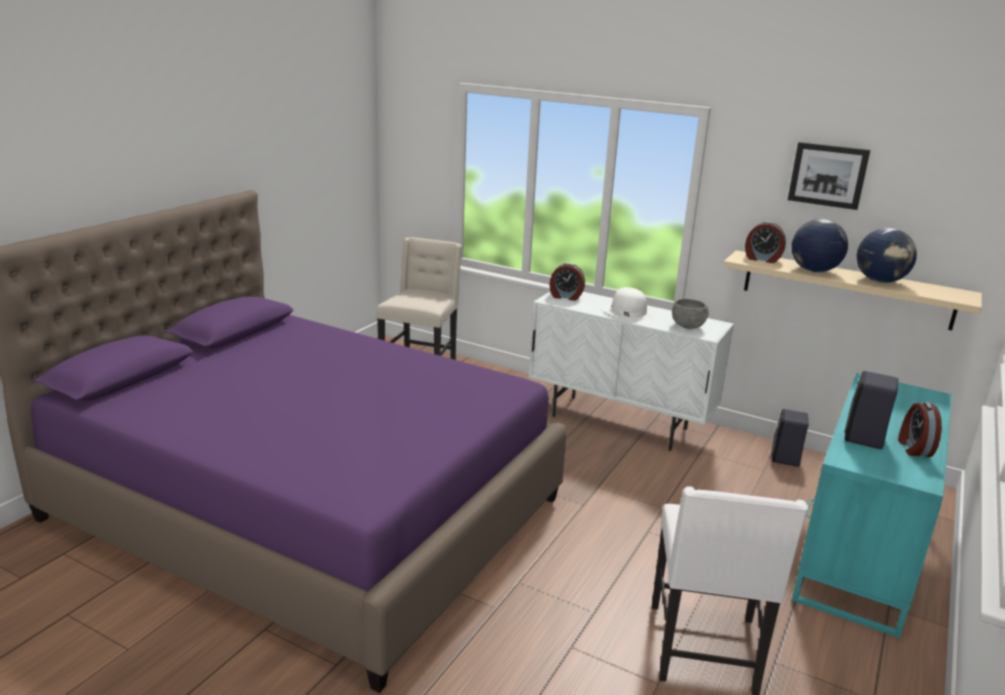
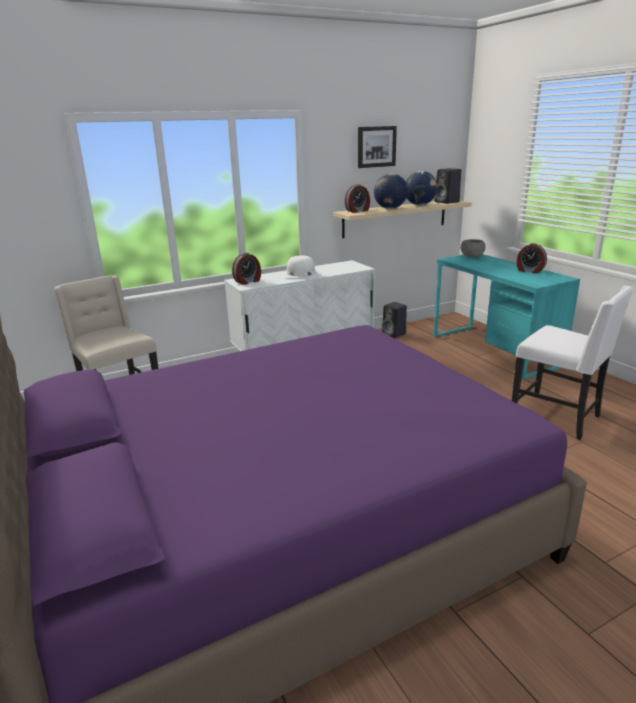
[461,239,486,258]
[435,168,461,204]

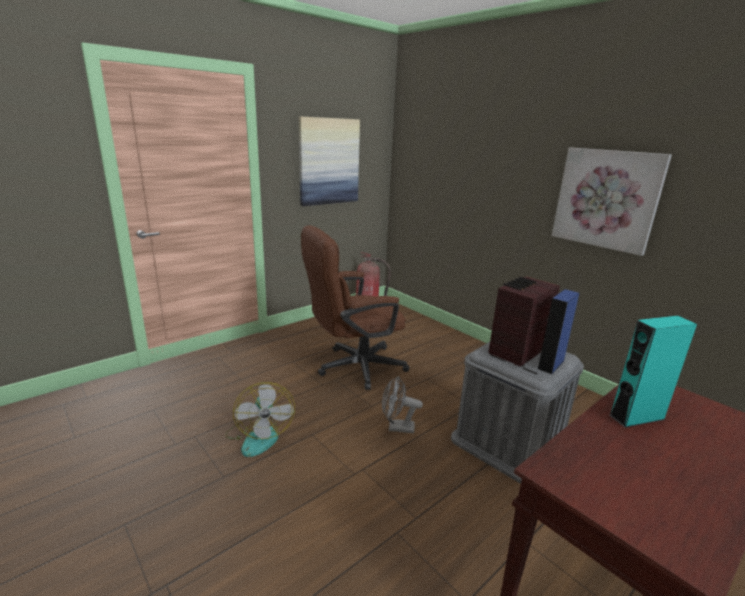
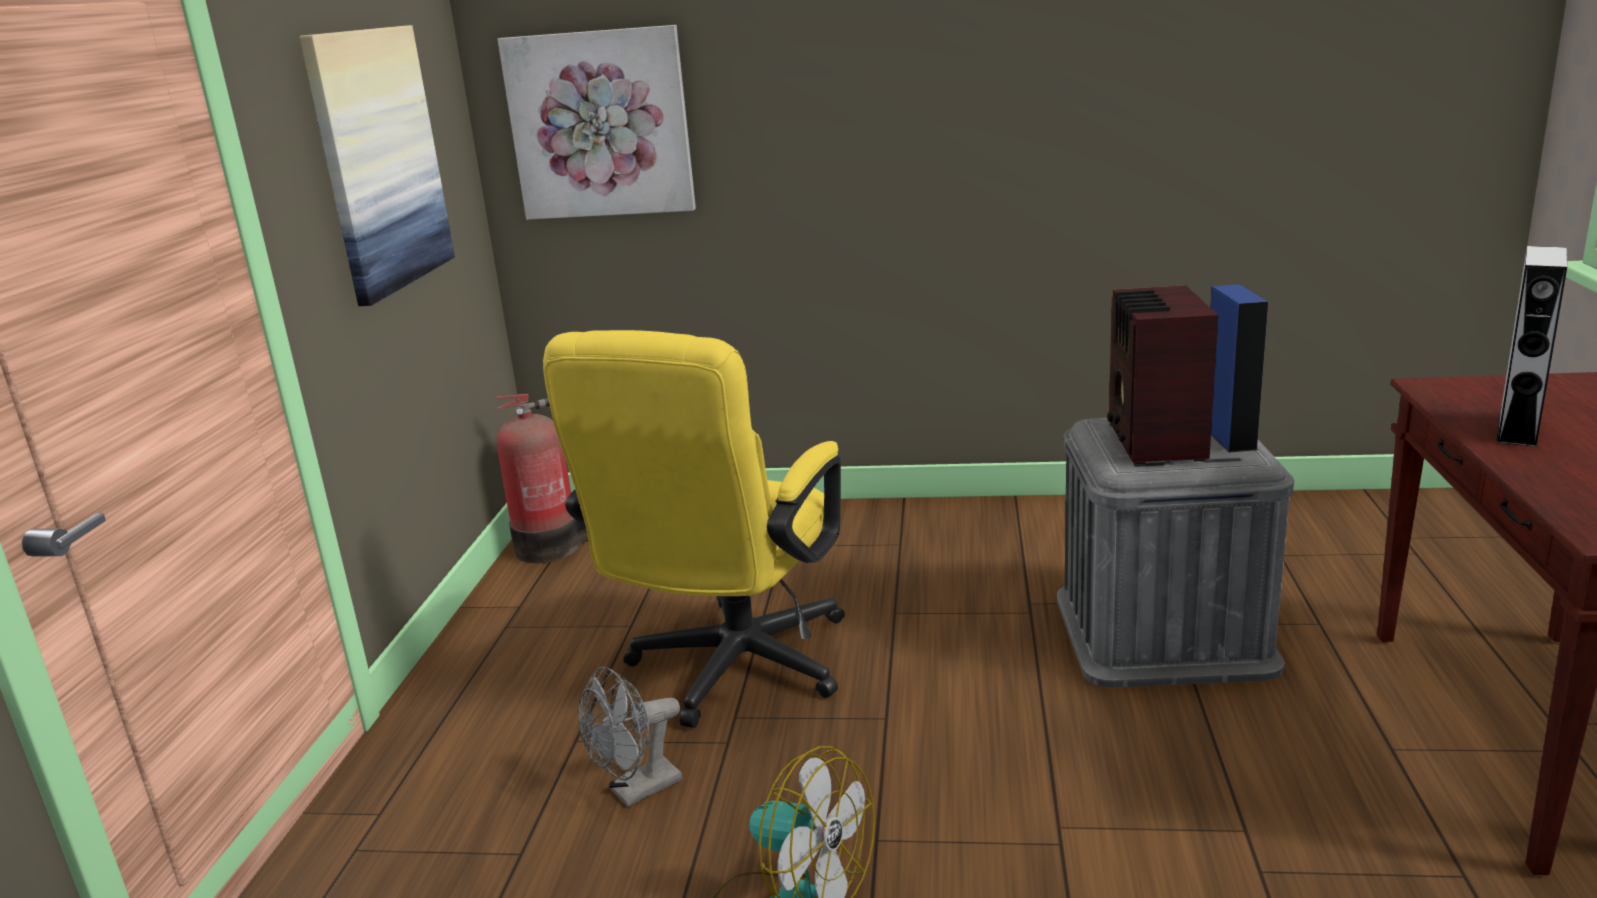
[543,330,845,728]
[578,667,682,807]
[497,25,696,220]
[1496,246,1567,447]

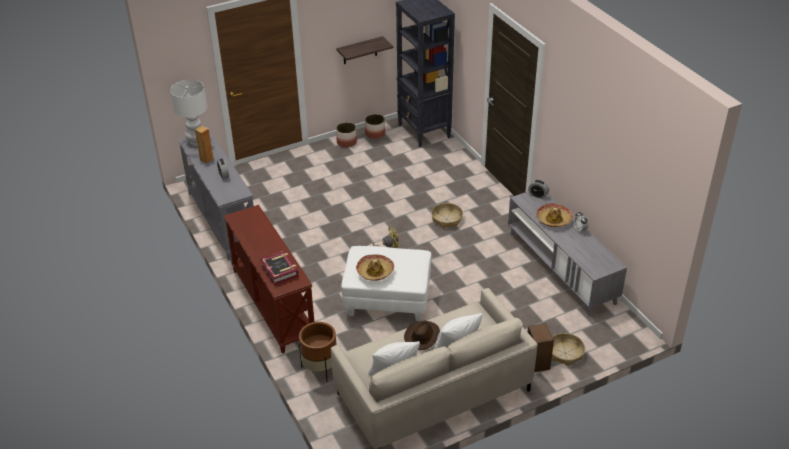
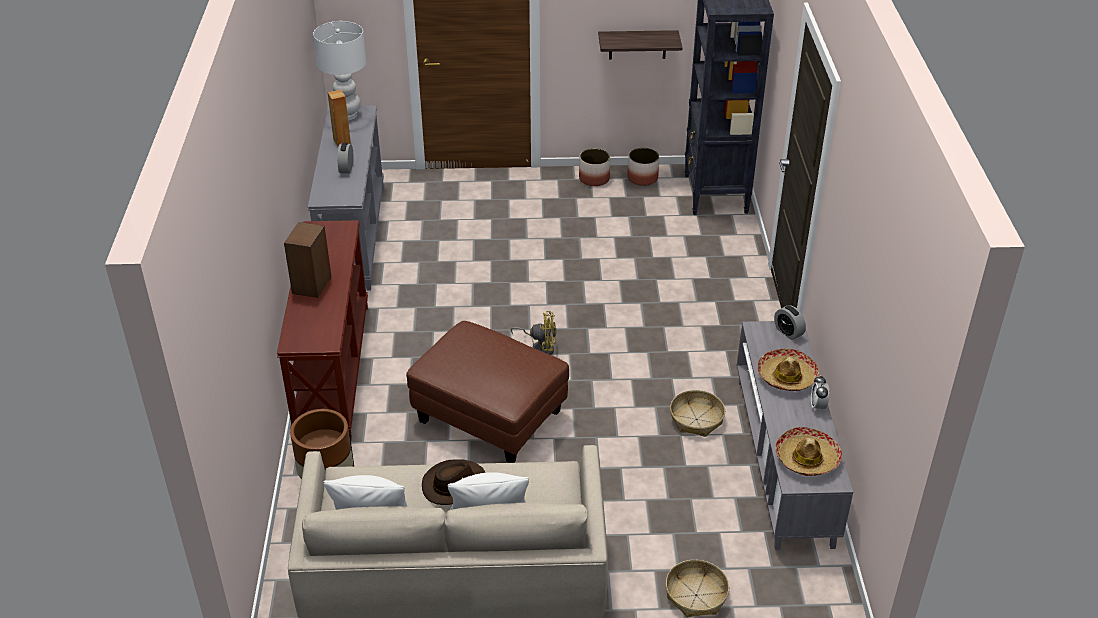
[260,251,299,285] (first image)
[406,321,569,463]
[775,427,842,476]
[670,390,725,437]
[284,222,331,298]

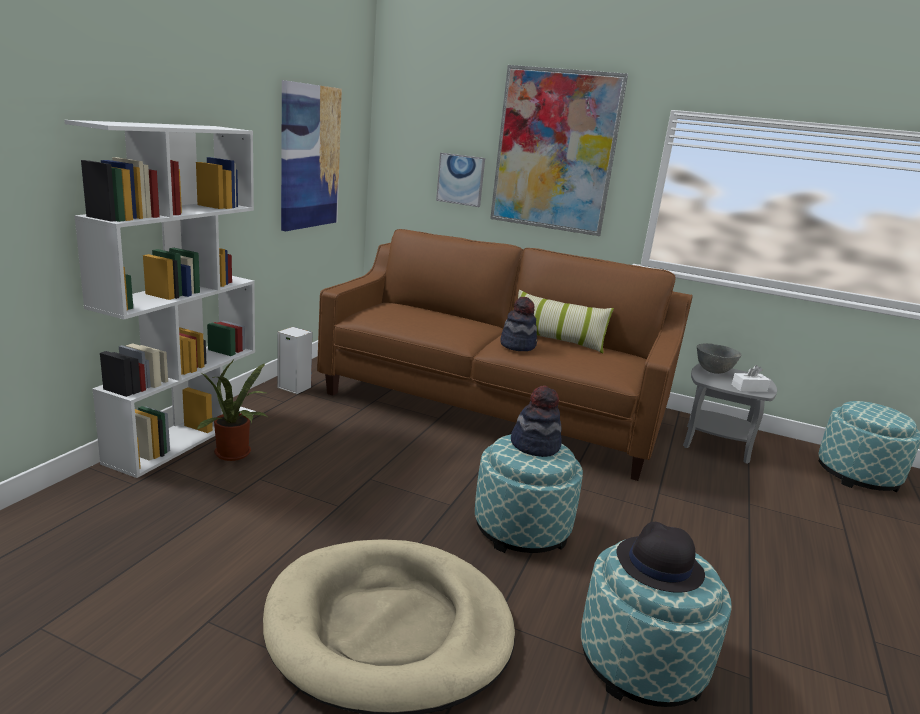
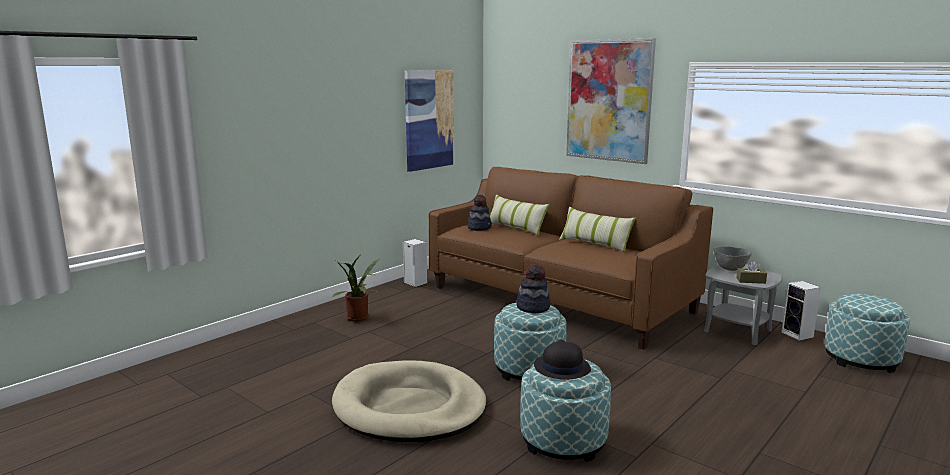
[64,120,256,478] (first image)
[436,153,485,207] (first image)
[467,195,492,231]
[736,261,767,284]
[490,194,550,236]
[781,281,821,341]

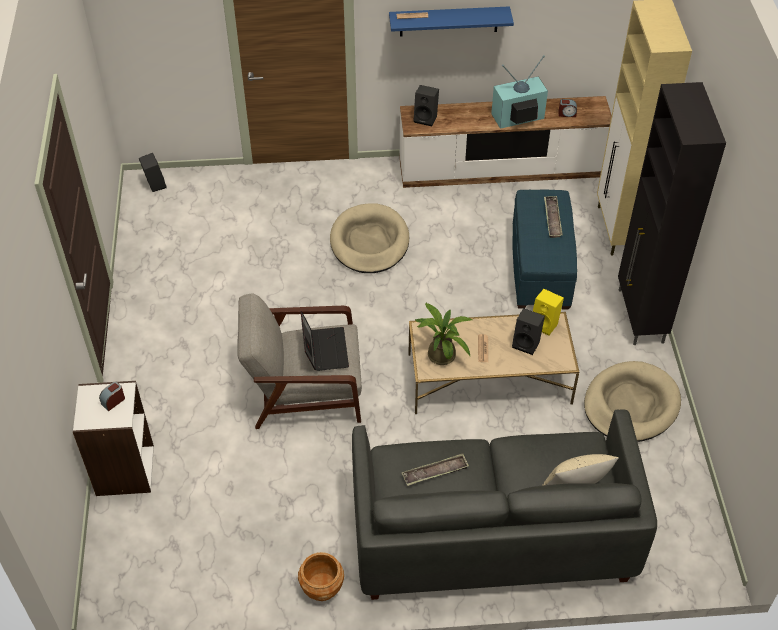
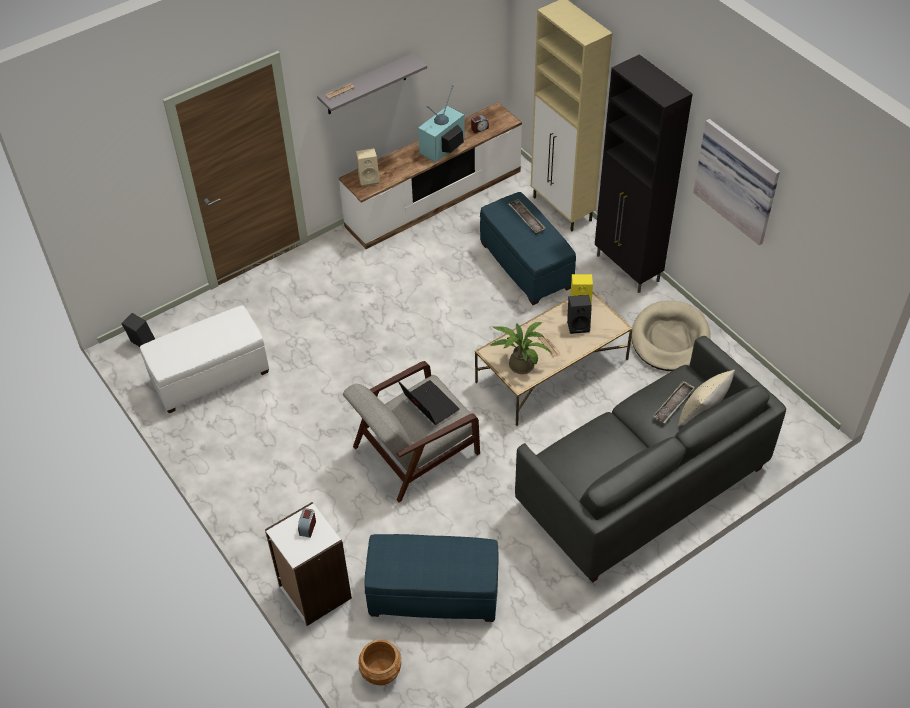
[358,639,401,686]
[330,203,409,273] (first image)
[317,53,427,114]
[653,381,695,424]
[356,148,380,187]
[140,305,269,413]
[364,534,499,622]
[693,119,780,245]

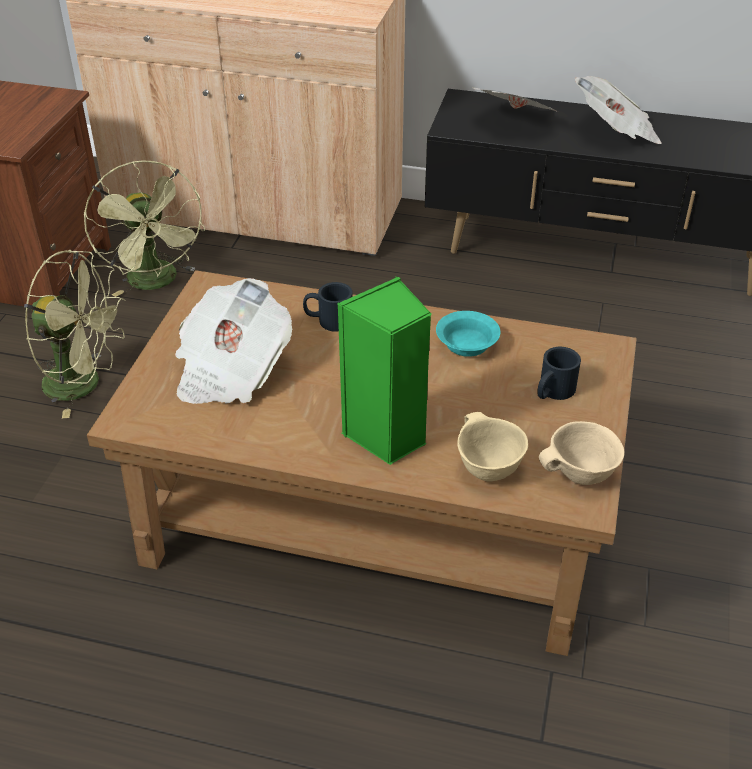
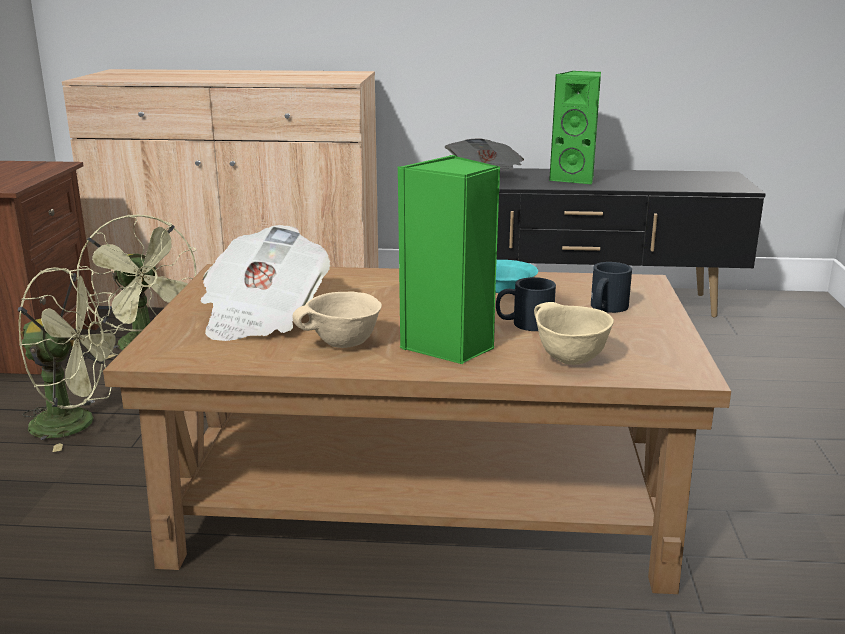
[496,277,556,331]
[292,292,382,348]
[549,71,601,184]

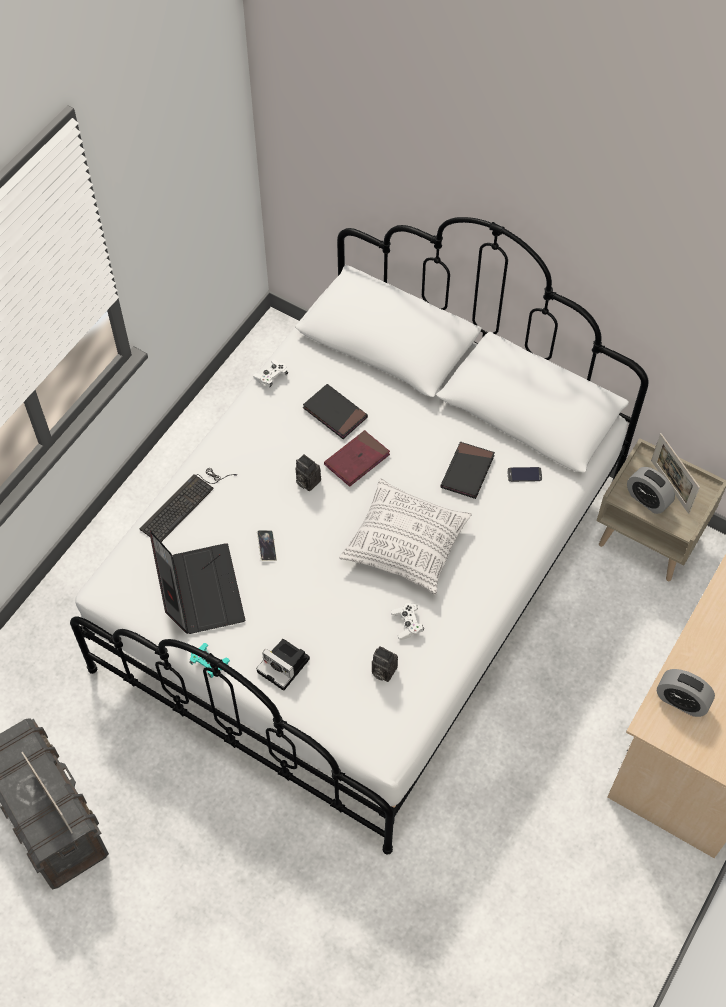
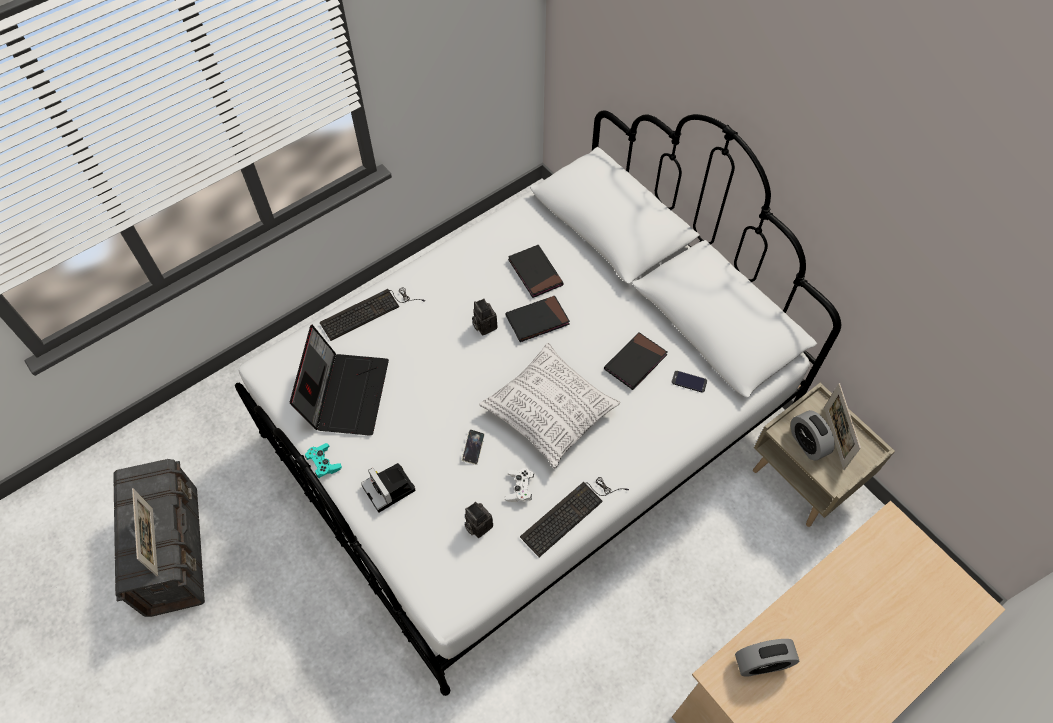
[253,360,288,388] (first image)
[462,429,485,465]
[506,296,570,342]
[735,639,799,676]
[520,477,629,557]

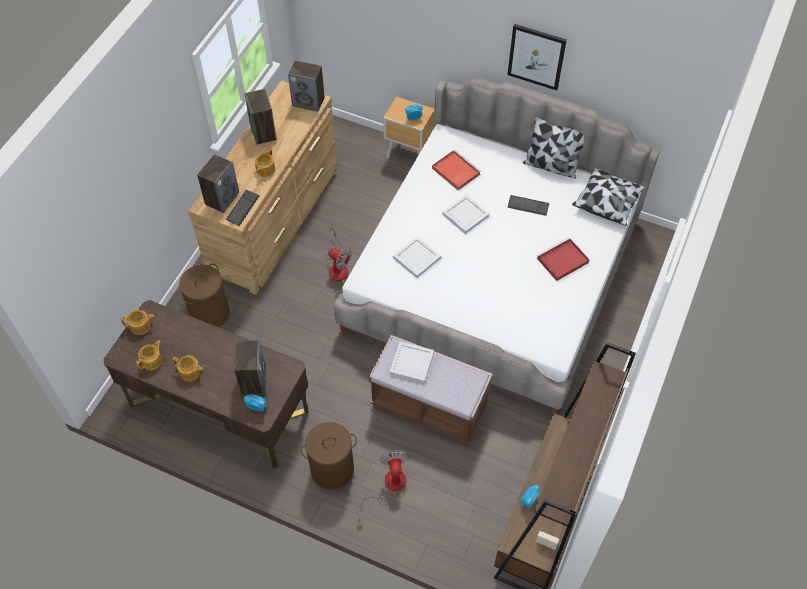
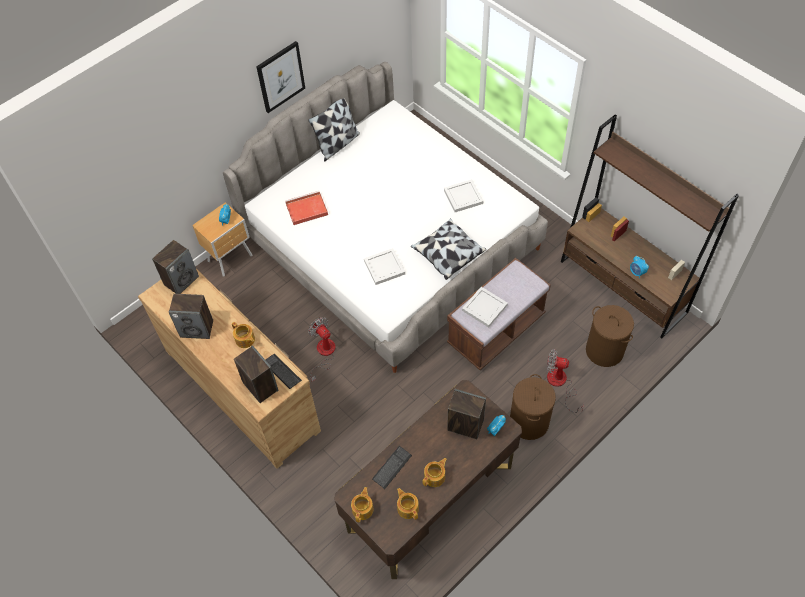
[586,305,634,367]
[308,317,336,382]
[444,179,483,212]
[372,446,412,489]
[537,237,589,281] (first image)
[411,218,486,280]

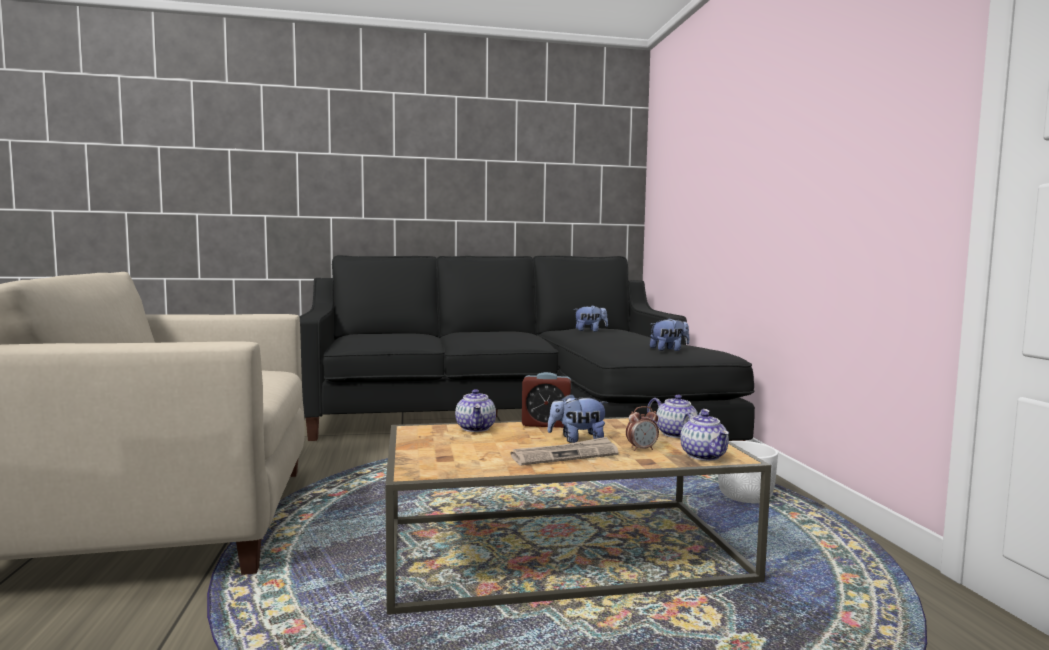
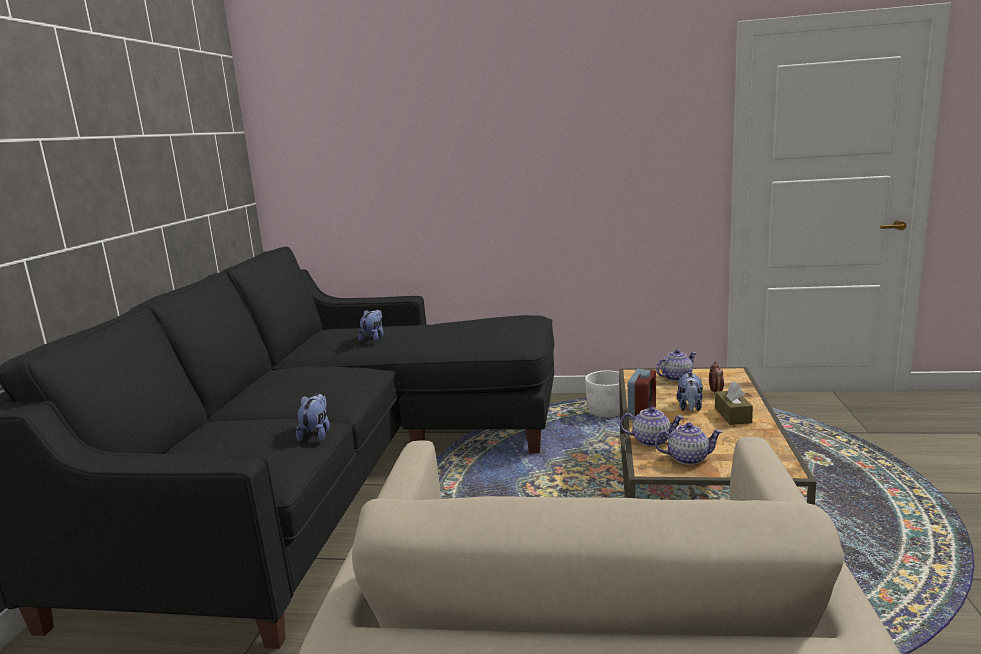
[715,381,753,425]
[296,393,330,442]
[655,422,723,465]

